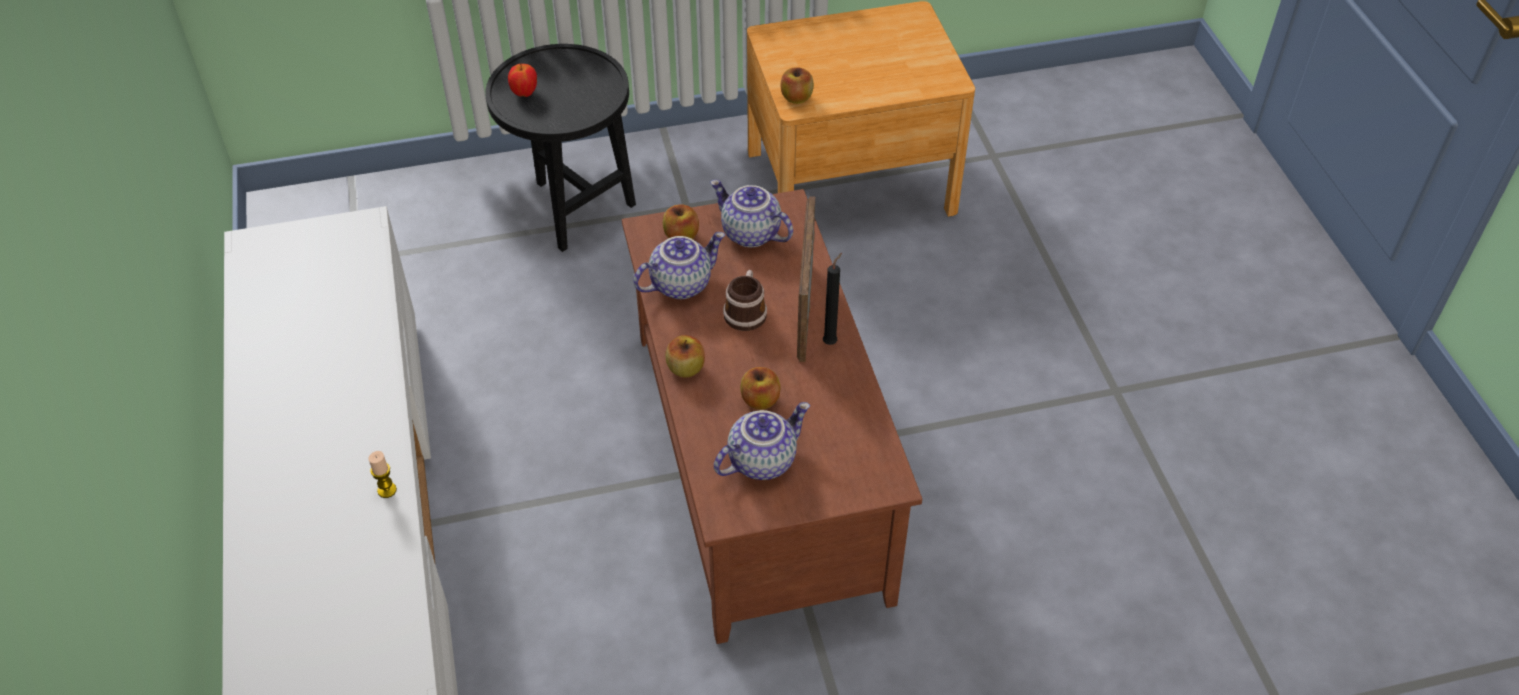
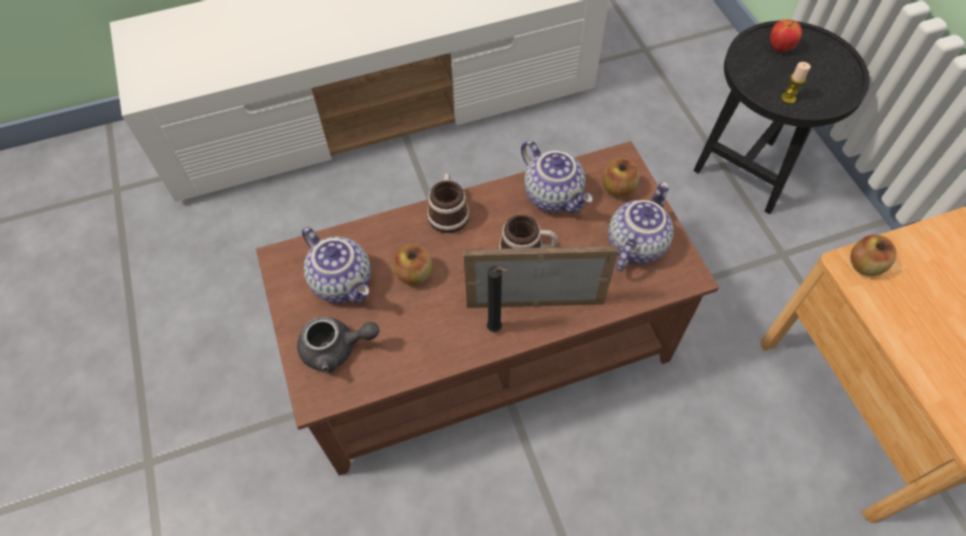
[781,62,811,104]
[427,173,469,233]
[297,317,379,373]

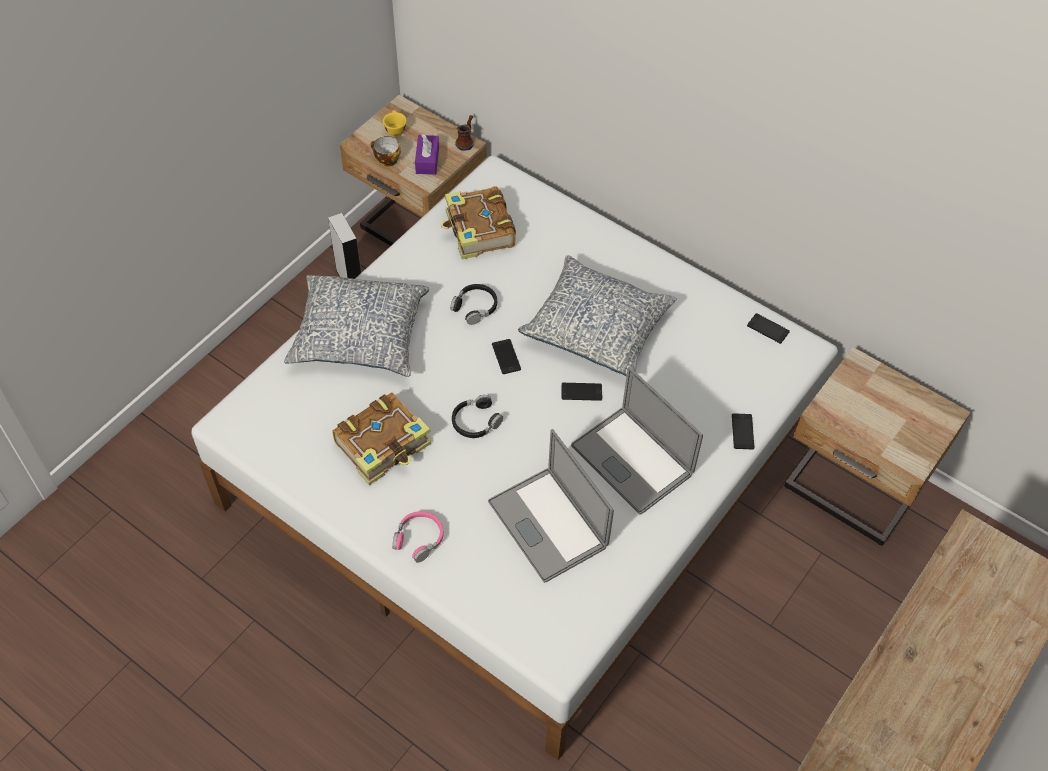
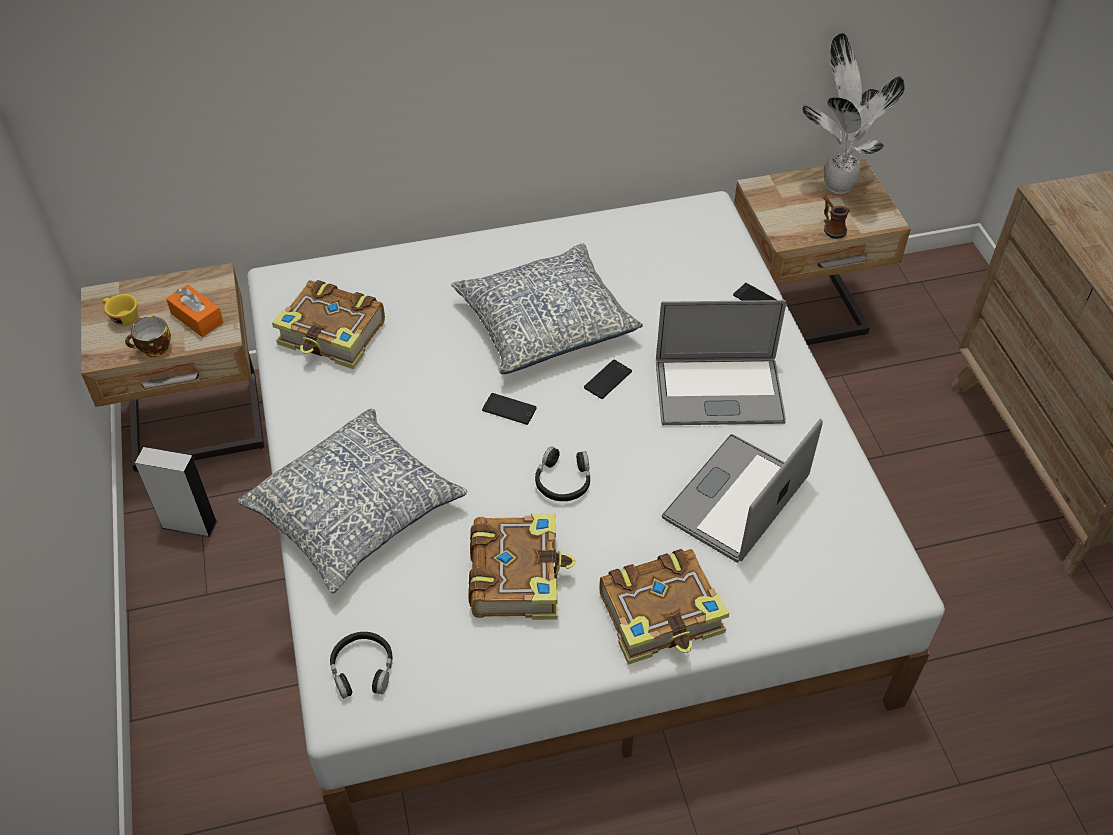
[599,549,730,665]
[166,284,224,337]
[330,632,392,699]
[823,196,849,239]
[662,419,823,563]
[747,313,790,344] (first image)
[802,33,905,194]

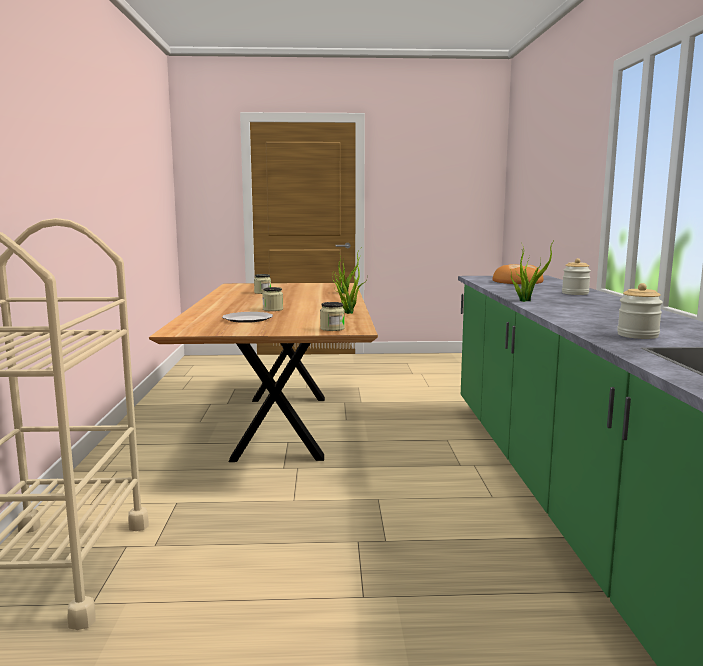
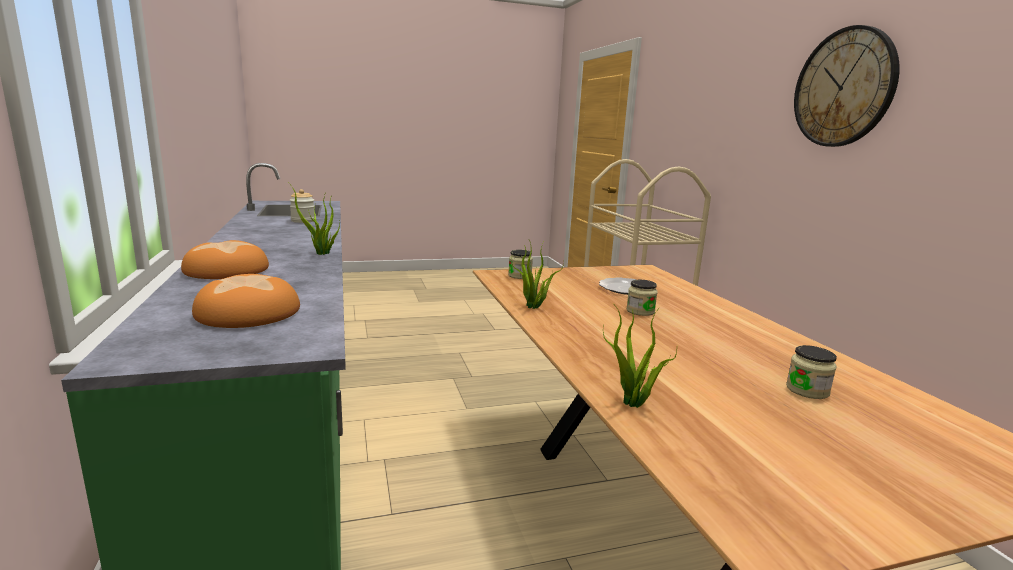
[181,240,269,279]
[794,25,899,147]

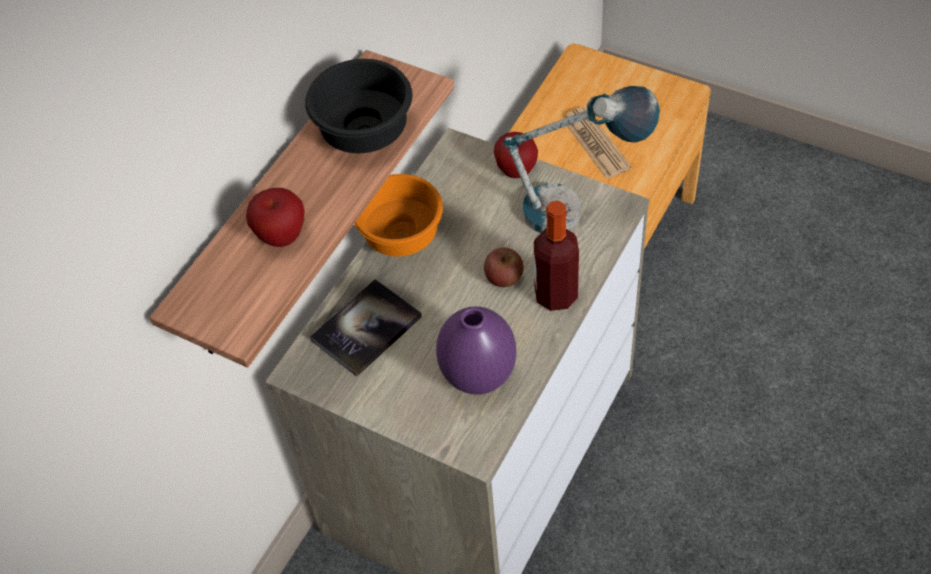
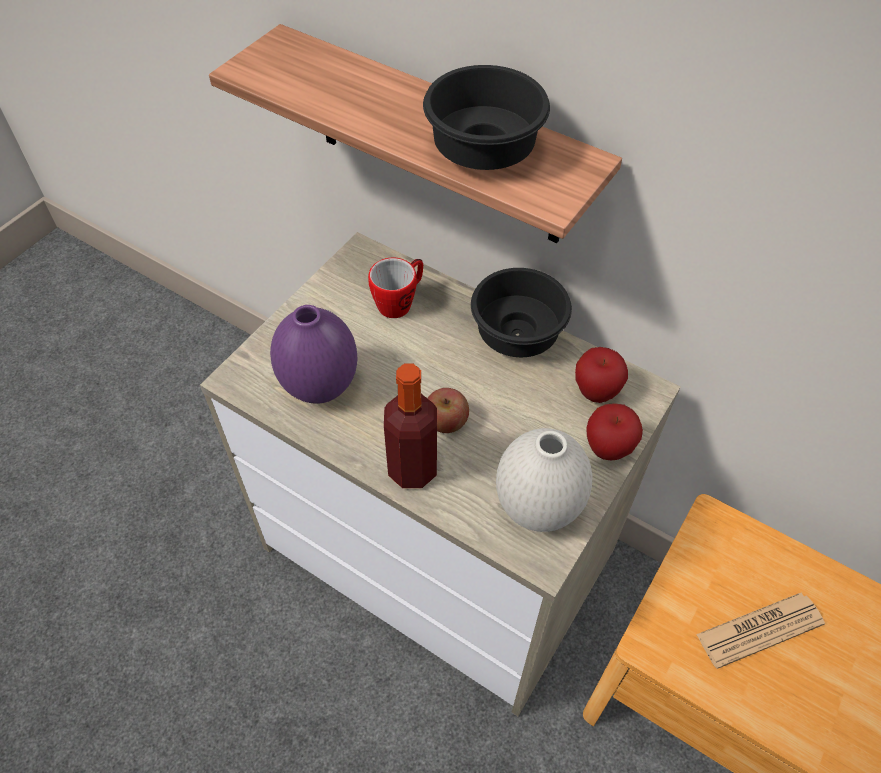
[575,347,628,403]
[368,257,423,318]
[471,268,572,357]
[496,428,592,532]

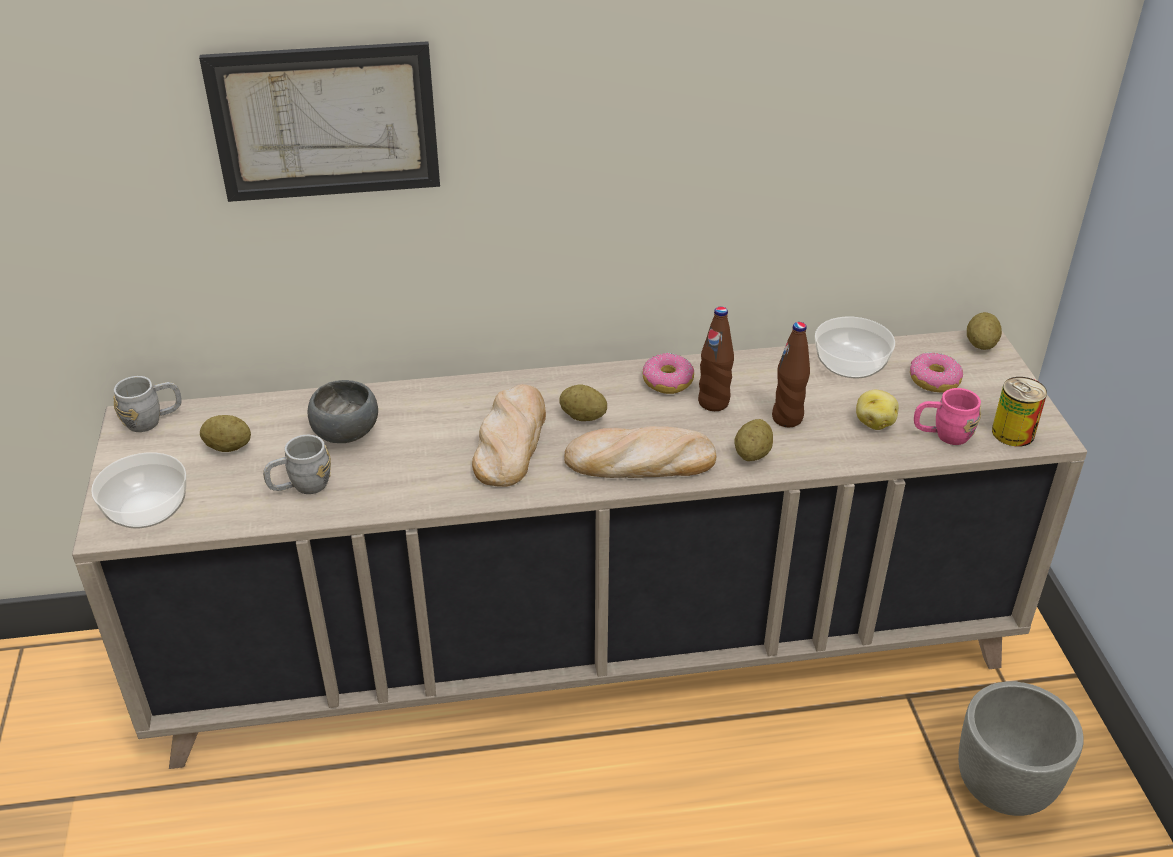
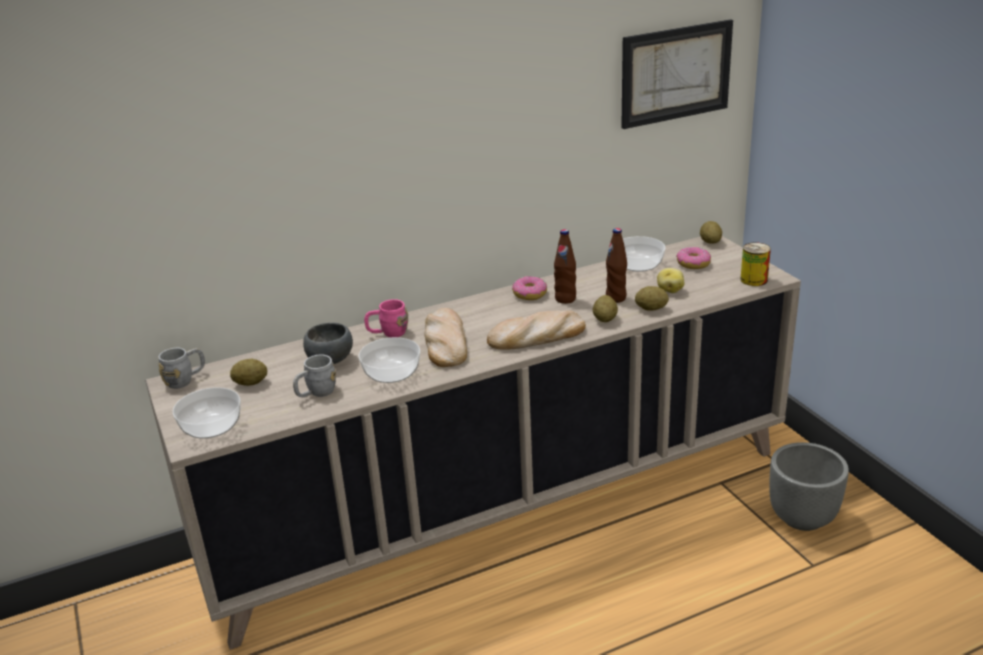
[621,19,733,129]
[635,286,669,311]
[364,299,408,337]
[359,337,420,383]

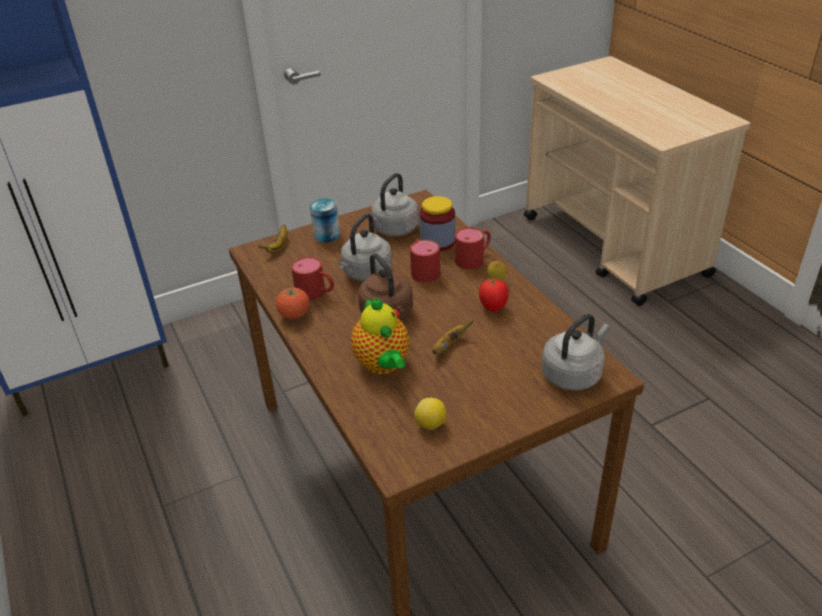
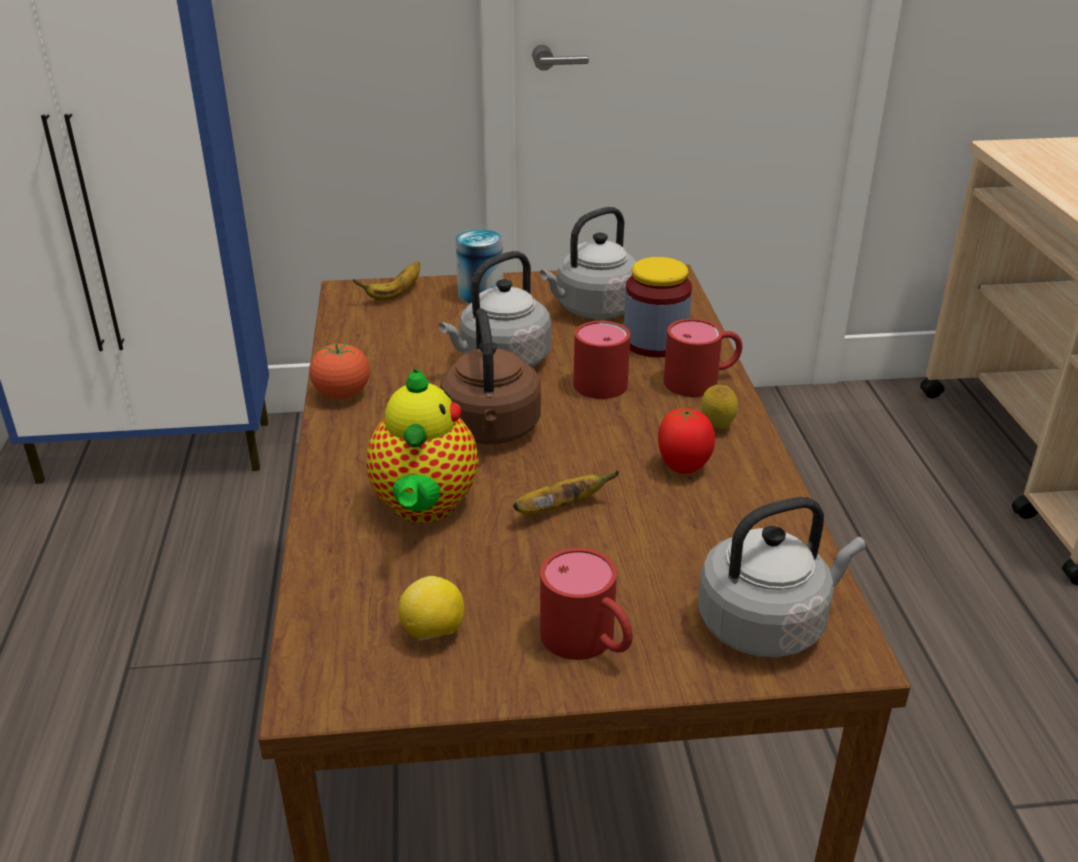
[540,548,633,660]

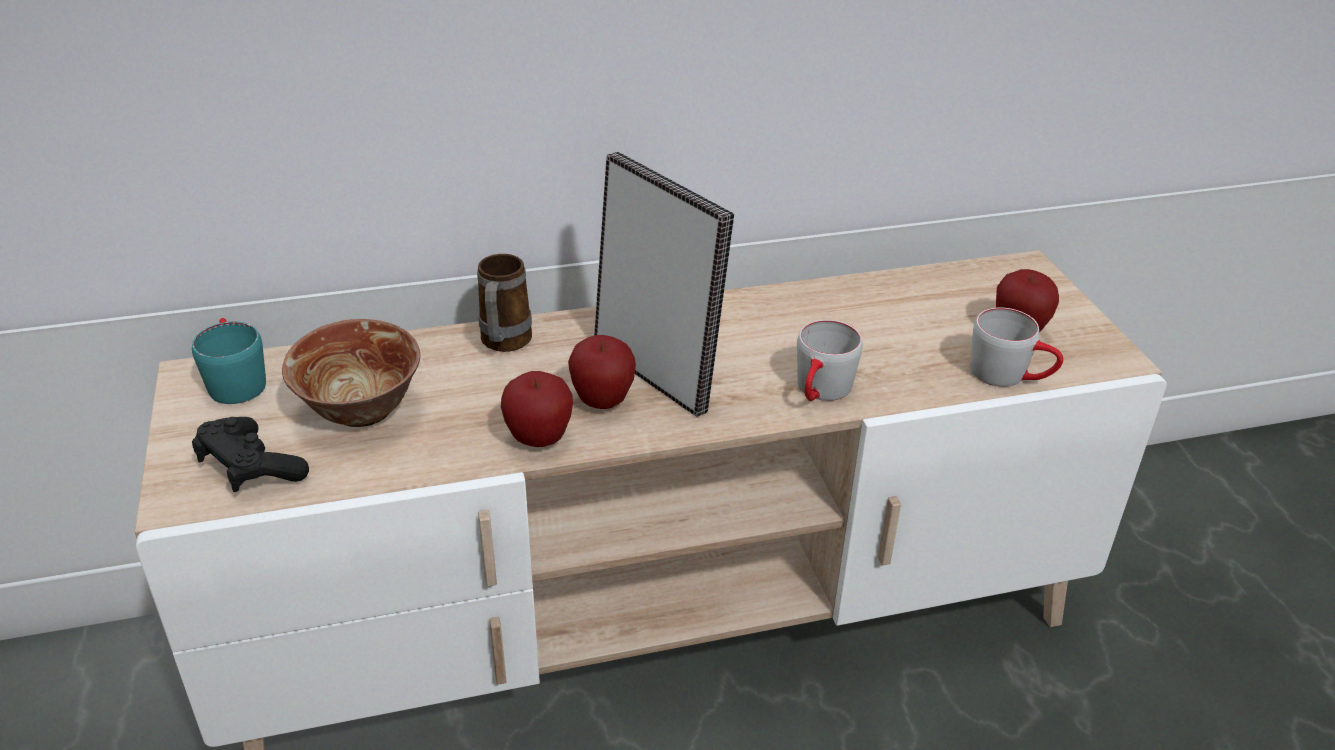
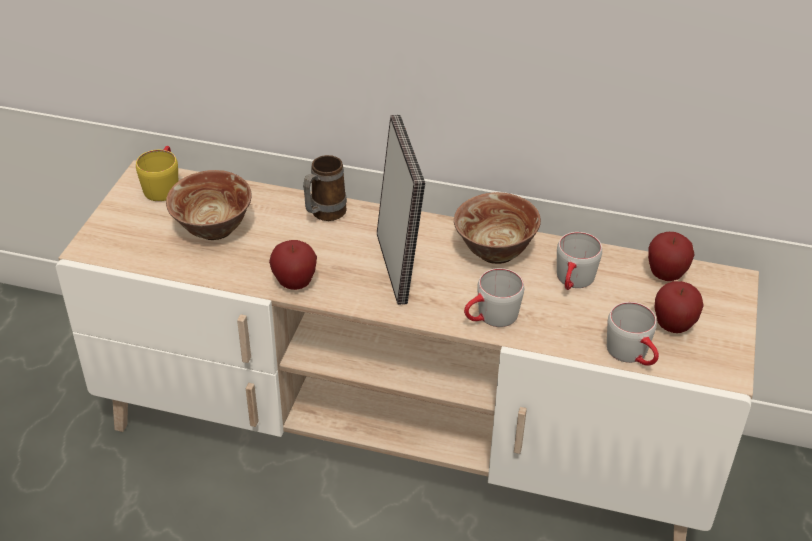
[136,146,178,201]
[192,417,309,492] (first image)
[648,232,695,281]
[454,192,541,264]
[557,232,602,290]

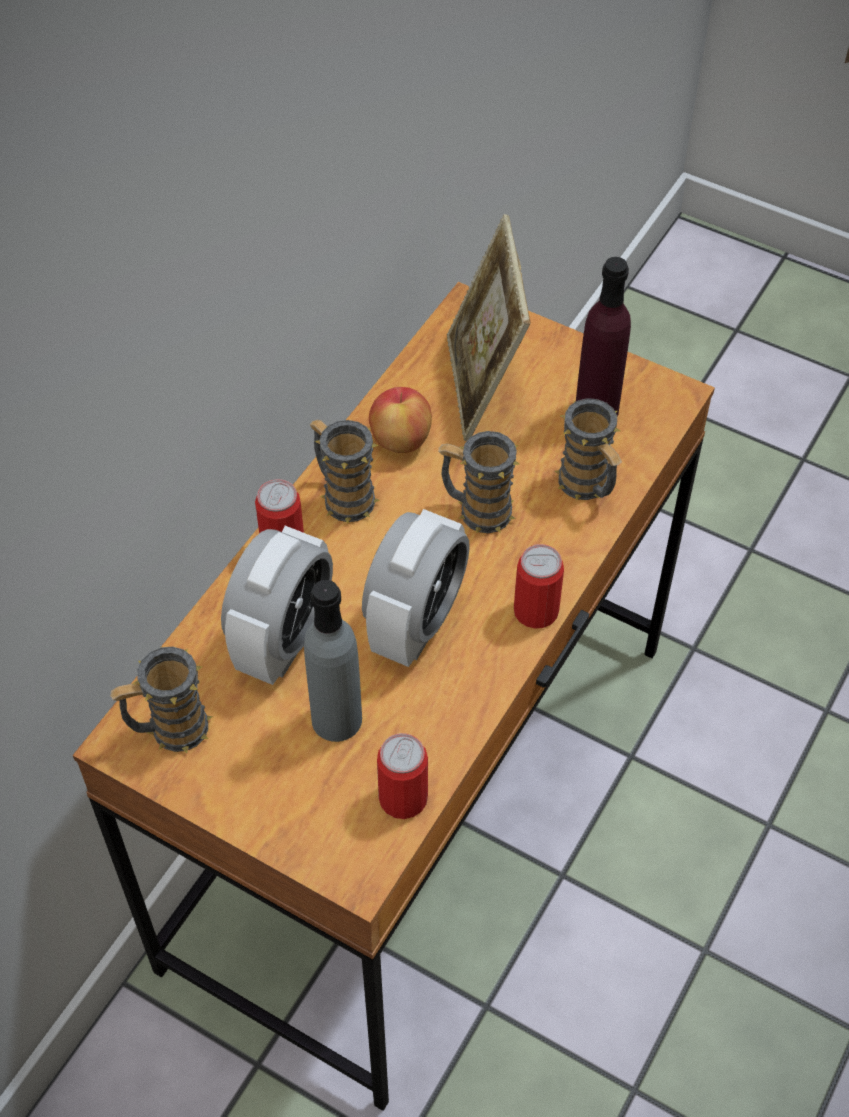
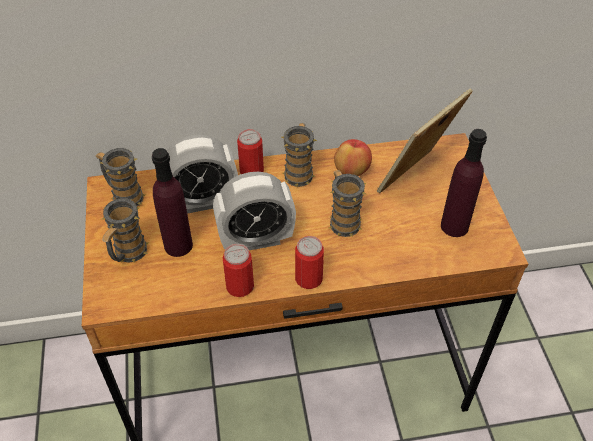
[152,148,193,257]
[223,244,254,297]
[102,198,149,263]

